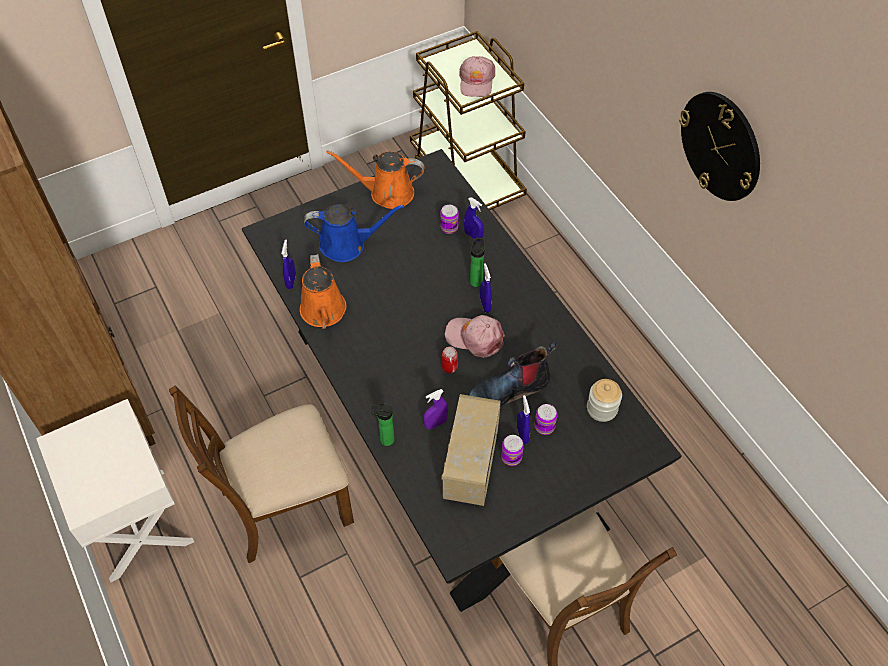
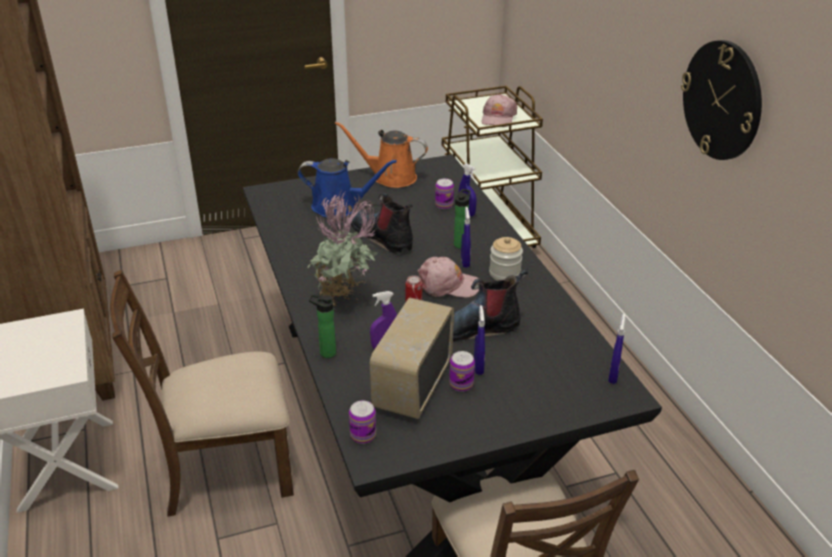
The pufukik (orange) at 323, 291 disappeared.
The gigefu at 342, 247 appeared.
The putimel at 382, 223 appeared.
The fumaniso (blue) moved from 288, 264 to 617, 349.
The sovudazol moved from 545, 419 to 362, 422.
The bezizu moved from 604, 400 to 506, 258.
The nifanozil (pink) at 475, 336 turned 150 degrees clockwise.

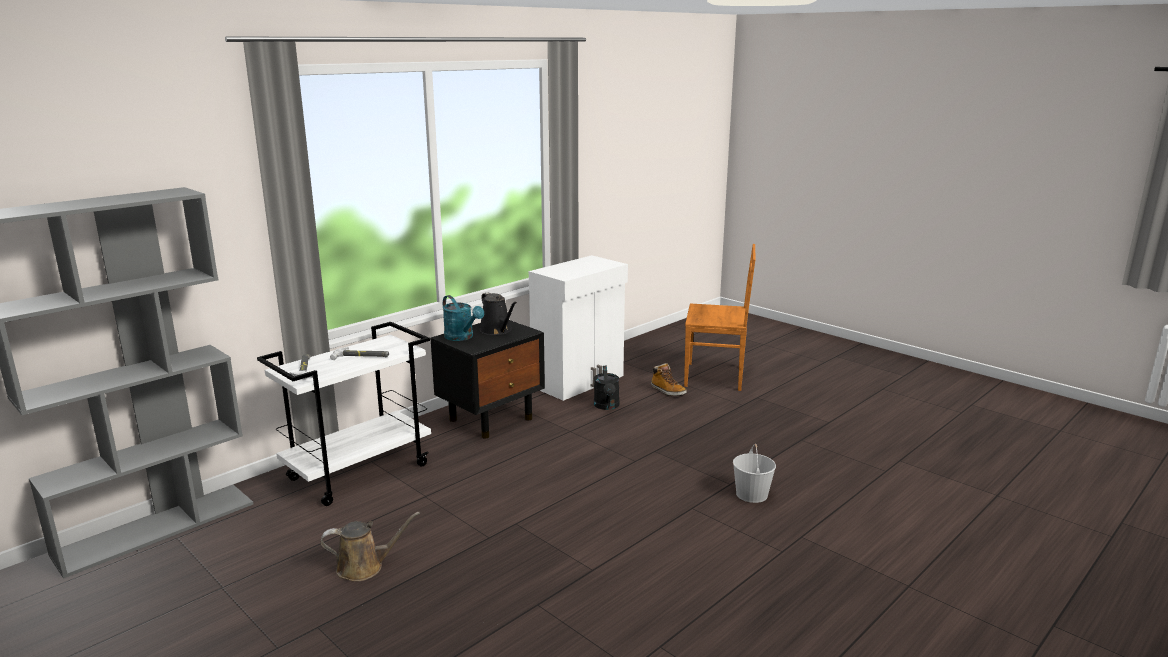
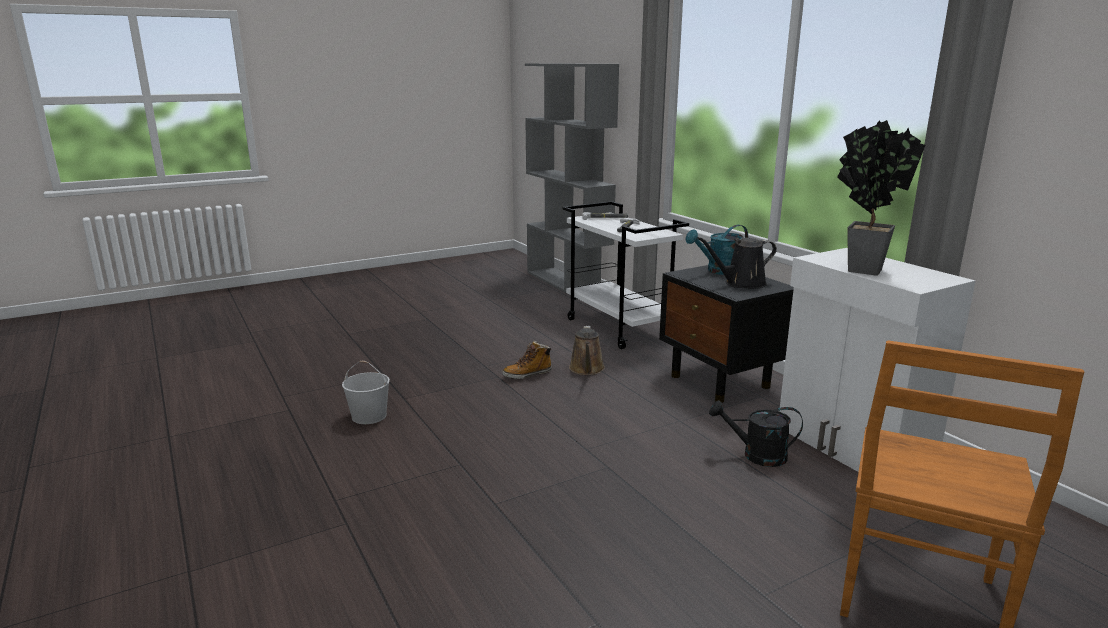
The gigefu at 881, 198 appeared.
The pufukik (brown) moved from 370, 546 to 587, 350.
The putimel moved from 669, 379 to 527, 360.
The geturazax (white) moved from 754, 473 to 366, 392.

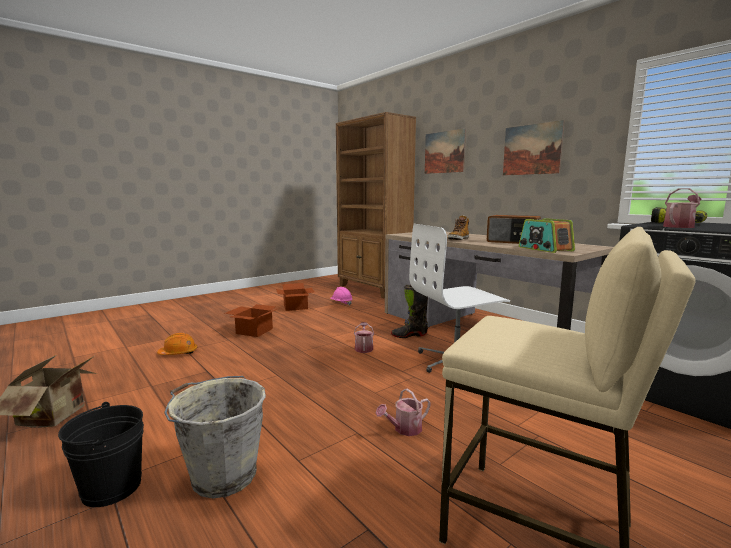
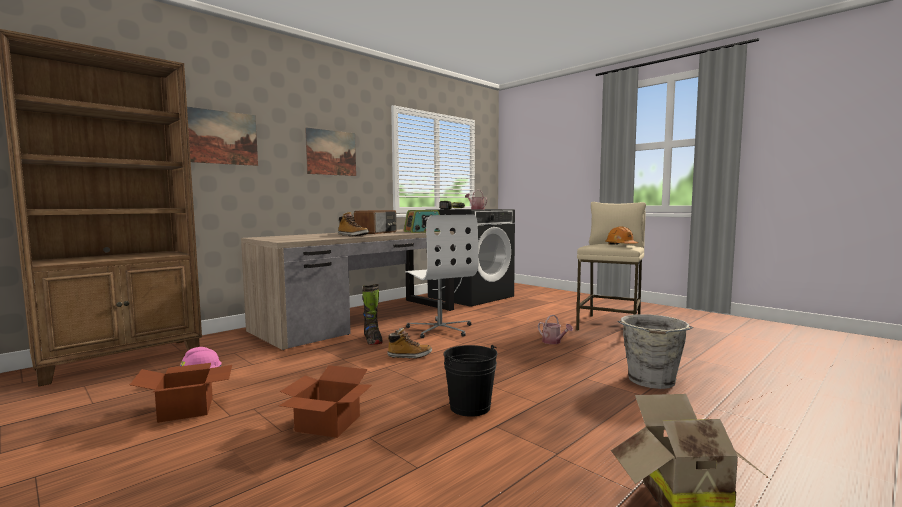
The geturazax (black) moved from 101, 454 to 470, 381.
The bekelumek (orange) moved from 177, 344 to 621, 235.
The pufukik at 364, 337 was replaced by the putimel at 409, 343.

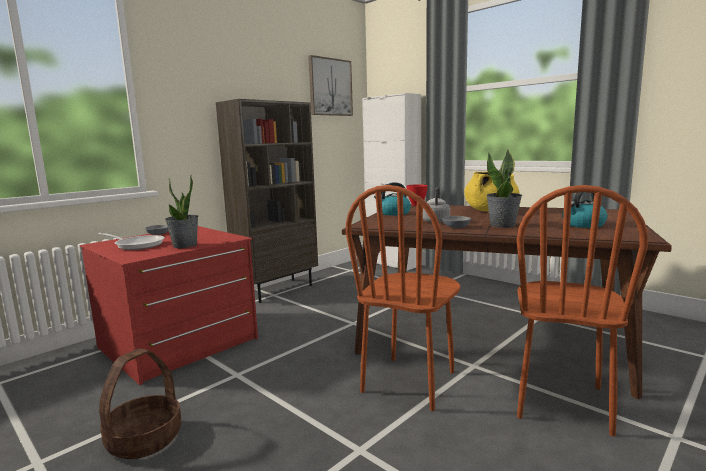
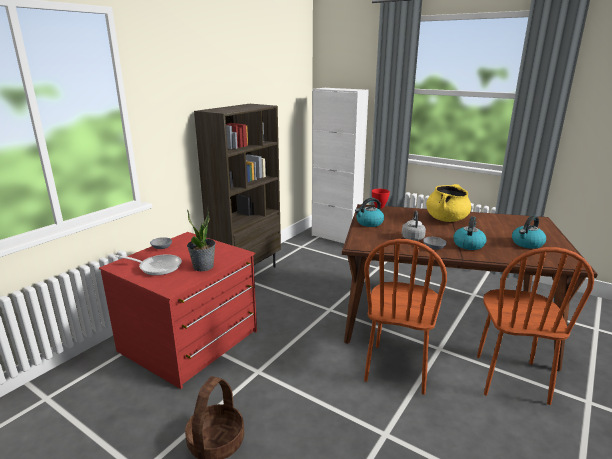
The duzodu at 330, 85 disappeared.
The gigefu at 504, 189 was replaced by the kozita at 469, 233.

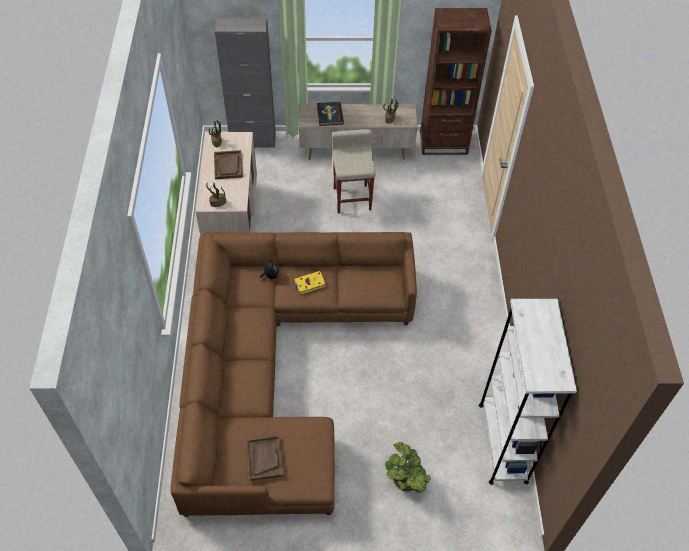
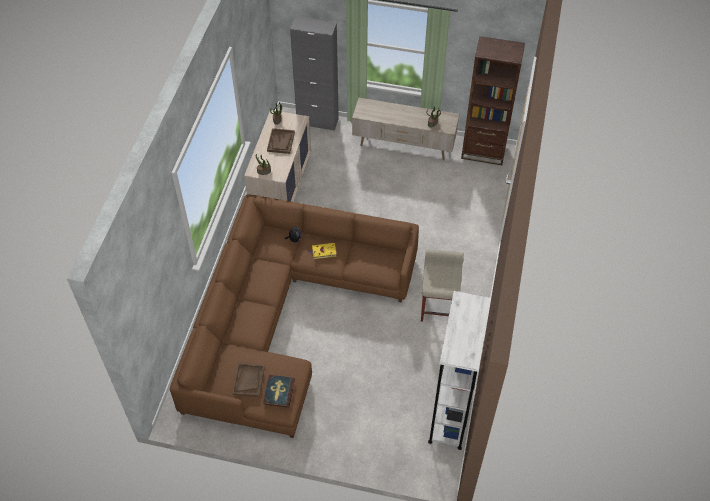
The gigefu at 408, 467 disappeared.
The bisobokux moved from 330, 114 to 279, 391.
The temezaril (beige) moved from 354, 171 to 442, 285.

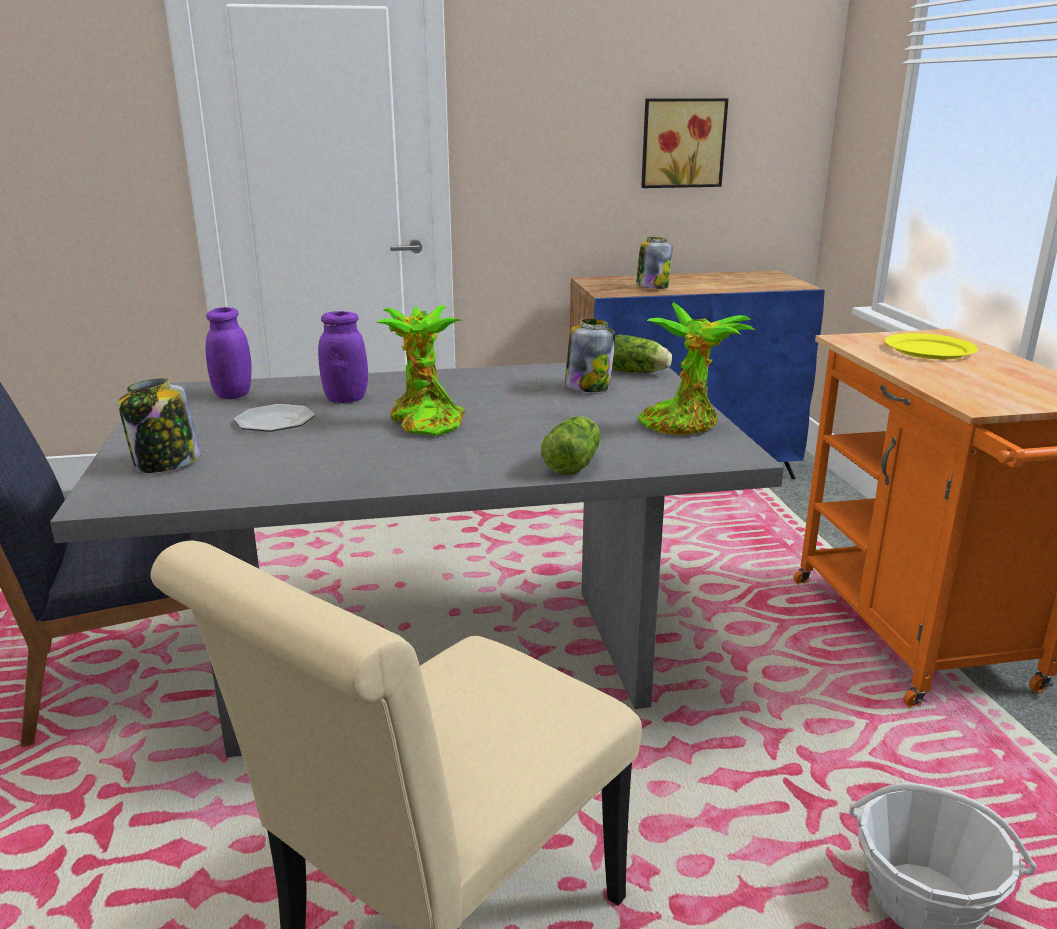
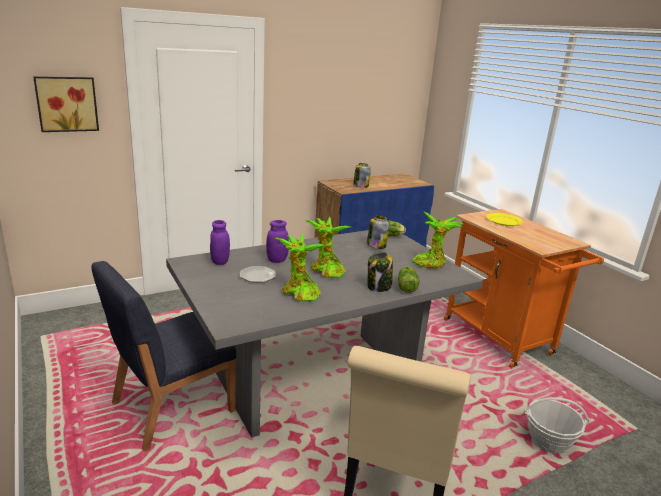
The gigefu at 301, 267 appeared.
The bezizu moved from 159, 425 to 380, 271.
The duzodu moved from 684, 143 to 66, 104.

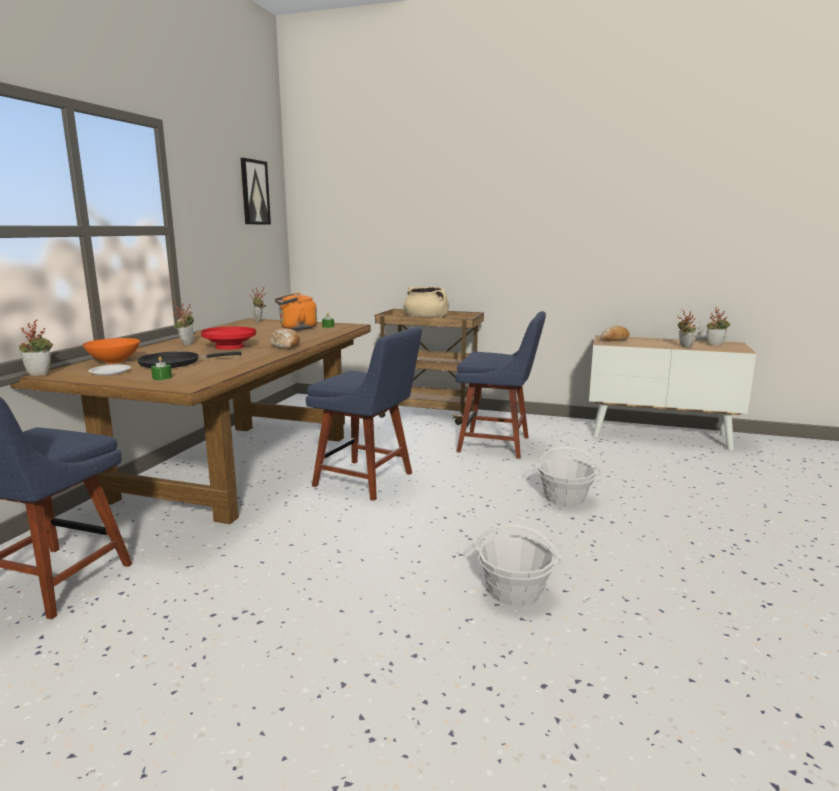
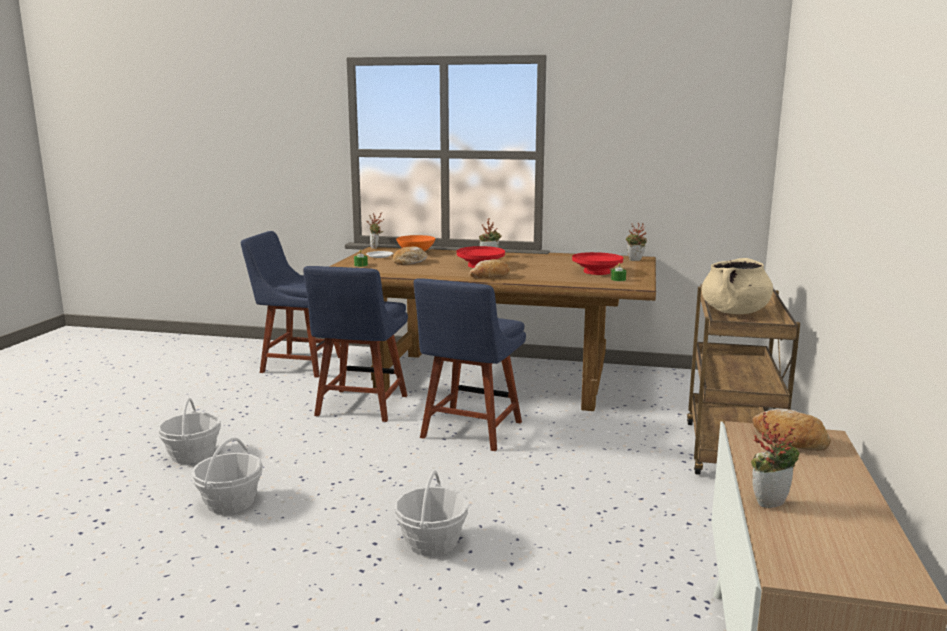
The duzodu at 255, 191 disappeared.
The gigefu at 718, 326 disappeared.
The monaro at 189, 431 appeared.
The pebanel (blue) moved from 500, 385 to 355, 344.
The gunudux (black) at 189, 359 was replaced by the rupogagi at 410, 256.
The kozita (orange) at 296, 311 was replaced by the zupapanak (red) at 597, 263.

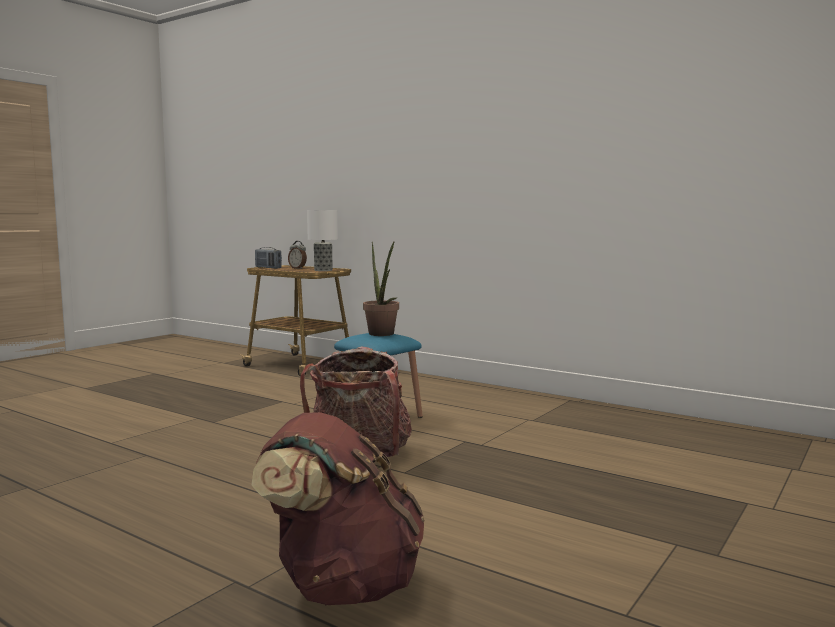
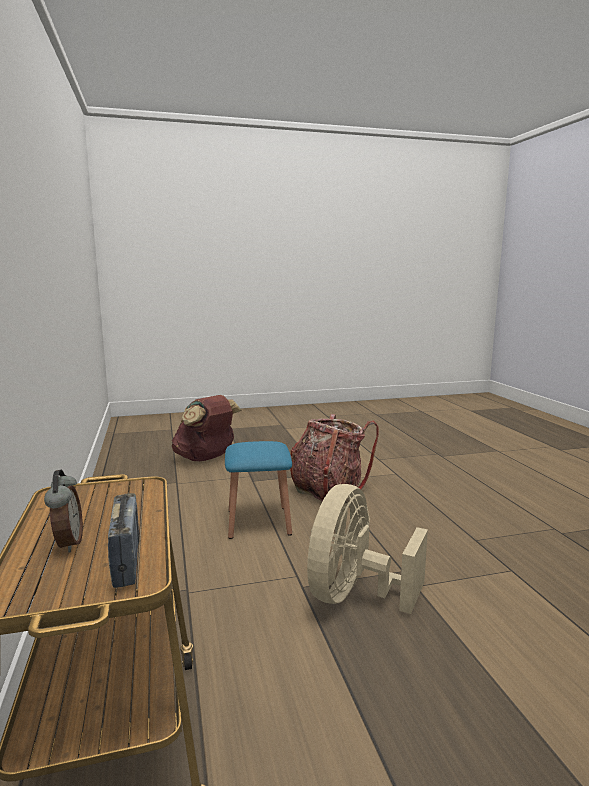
The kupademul at 322, 240 disappeared.
The gigefu at 381, 289 disappeared.
The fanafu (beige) at 367, 549 appeared.
The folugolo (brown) moved from 338, 508 to 206, 428.

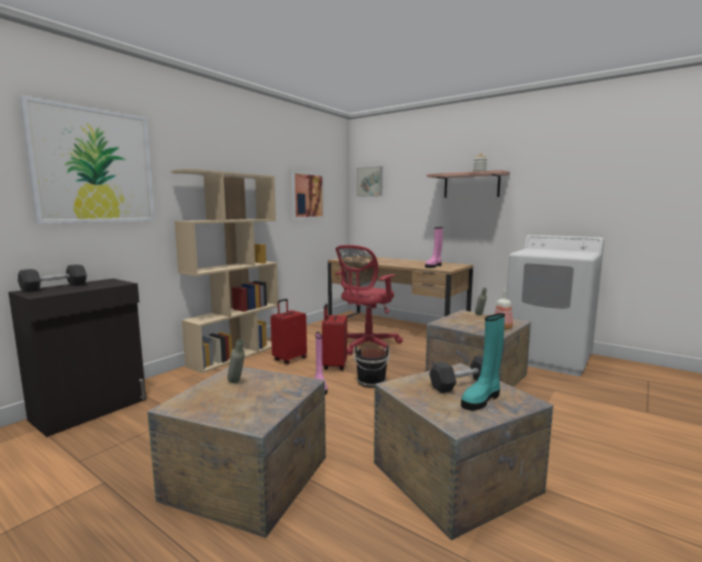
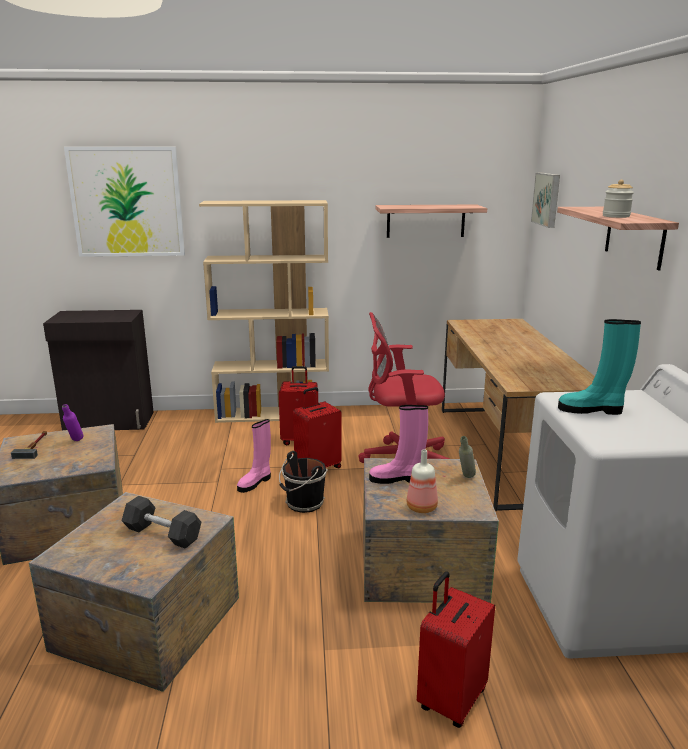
The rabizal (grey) at 52, 278 disappeared.
The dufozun at 29, 445 appeared.
The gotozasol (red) at 456, 649 appeared.
The putimel (pink) moved from 434, 247 to 398, 444.
The putimel (turquoise) moved from 483, 362 to 599, 367.
The duzodu at 308, 195 was replaced by the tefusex at 431, 221.
The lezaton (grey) at 236, 361 became the lezaton (purple) at 72, 422.

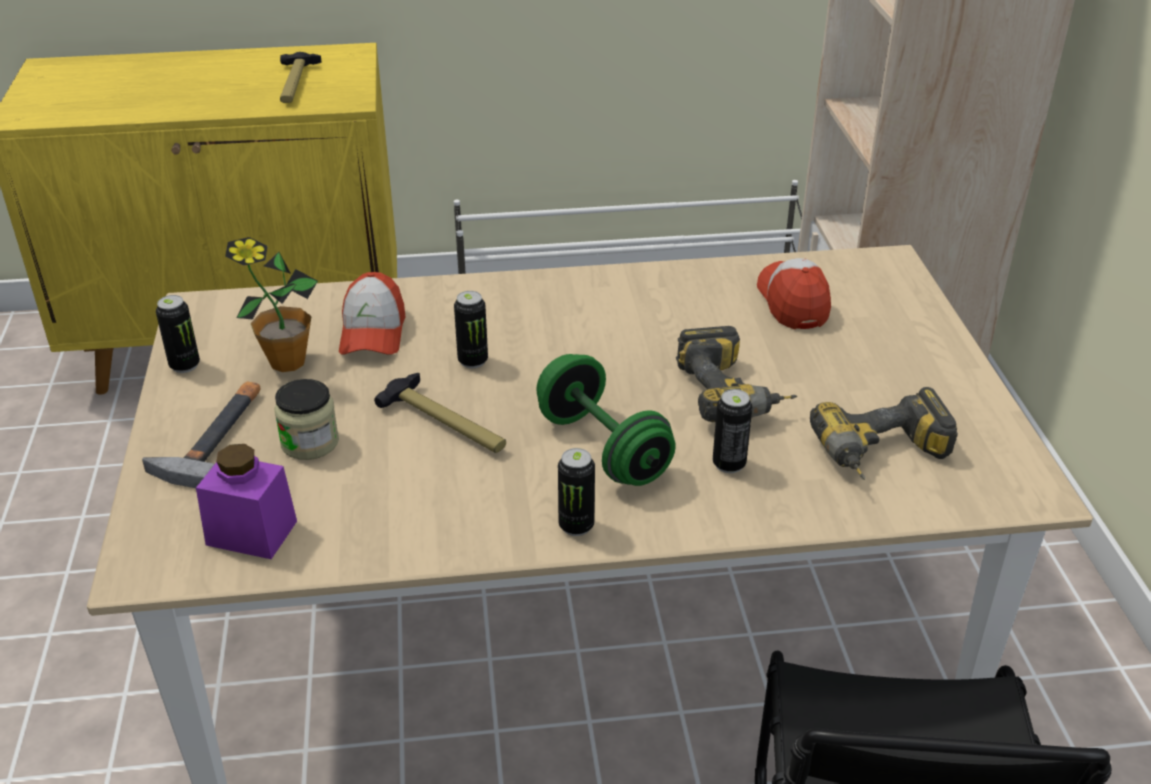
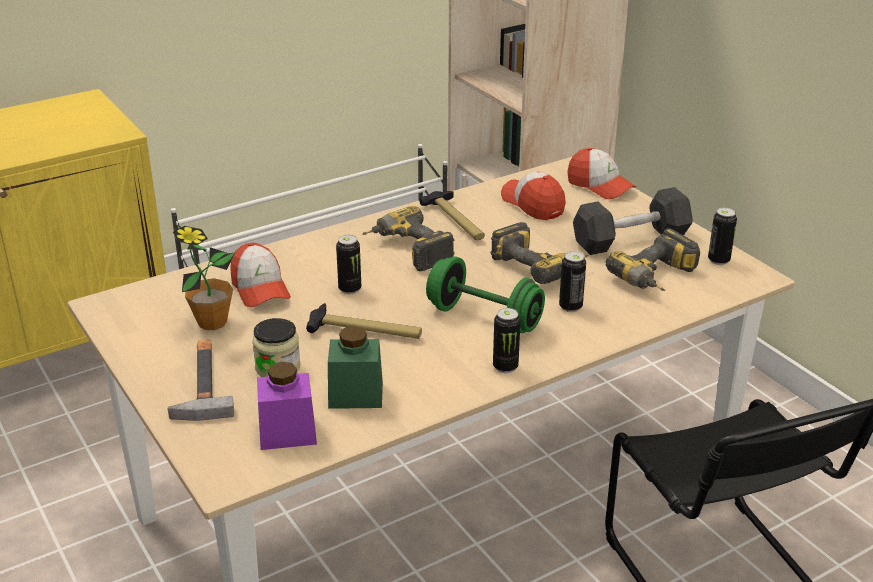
The bezizu (green) at 355, 367 appeared.
The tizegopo at 408, 238 appeared.
The nifanozil at 601, 173 appeared.
The rabizal (grey) at 633, 221 appeared.
The sovudazol moved from 178, 334 to 722, 236.
The dufozun moved from 301, 77 to 452, 215.

